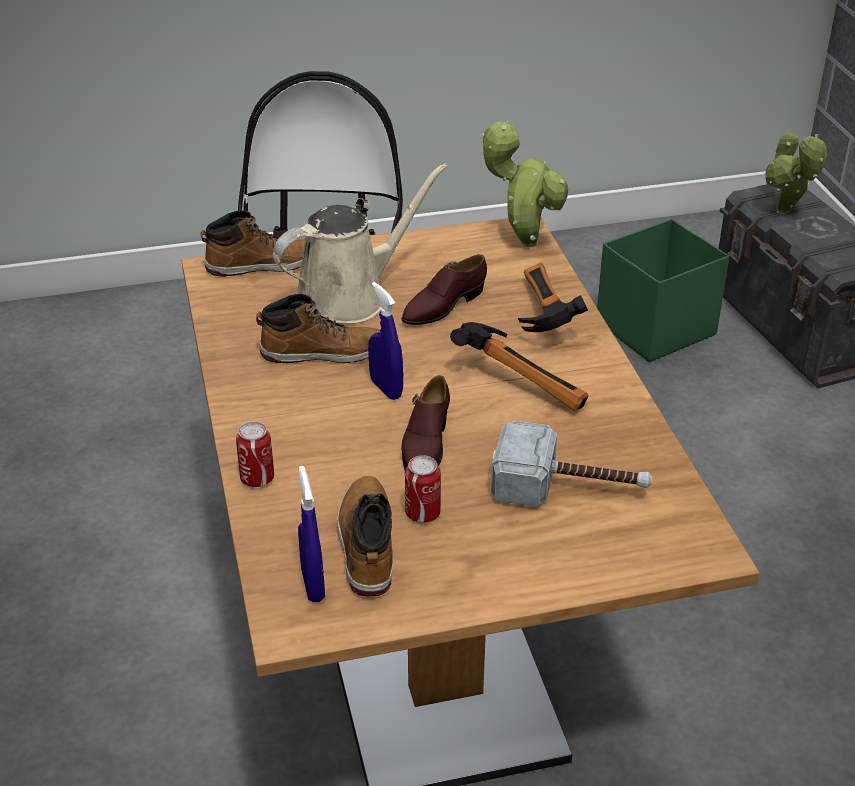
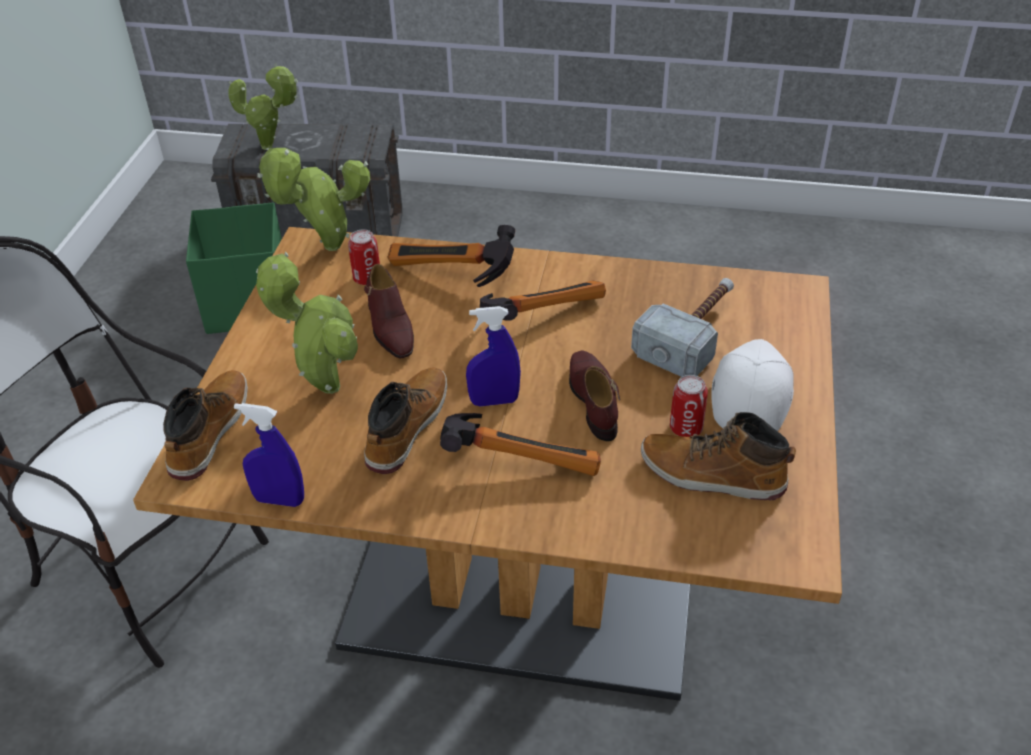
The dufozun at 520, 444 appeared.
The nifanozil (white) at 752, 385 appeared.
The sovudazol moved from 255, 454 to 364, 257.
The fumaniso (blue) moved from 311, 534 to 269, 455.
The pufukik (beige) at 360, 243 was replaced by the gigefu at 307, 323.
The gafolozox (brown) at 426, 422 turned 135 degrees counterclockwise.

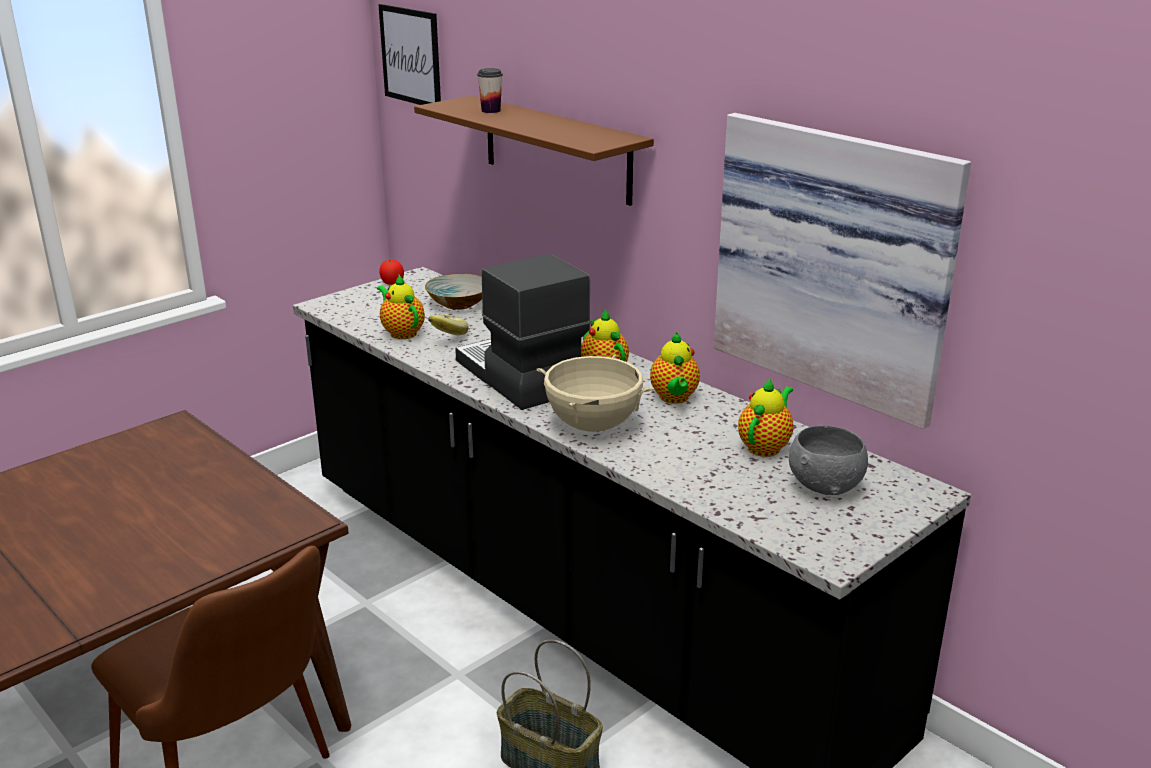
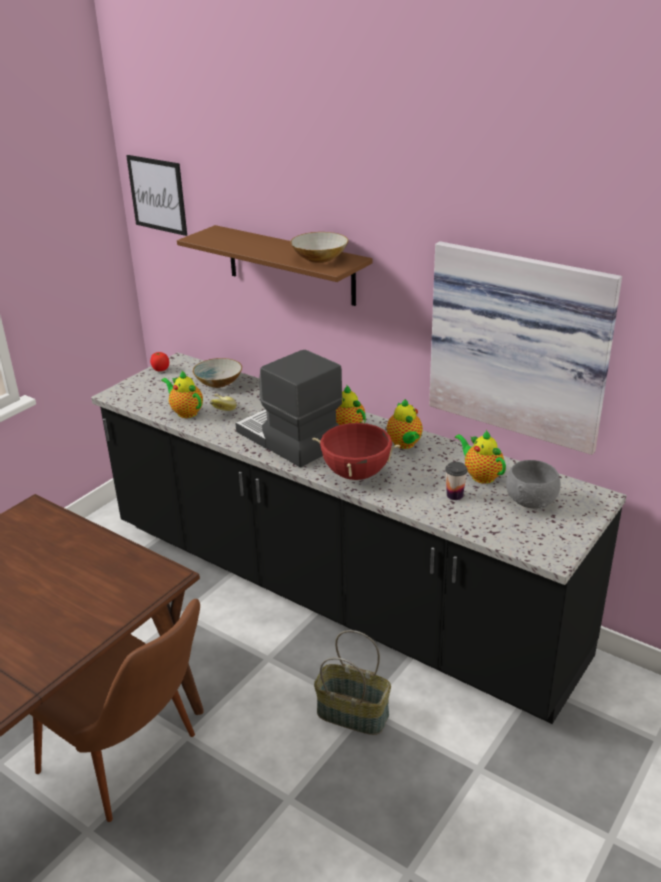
The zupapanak at 319, 247 appeared.
The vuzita moved from 490, 90 to 456, 481.
The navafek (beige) at 595, 393 became the navafek (red) at 356, 450.
The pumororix at 765, 417 turned 60 degrees counterclockwise.

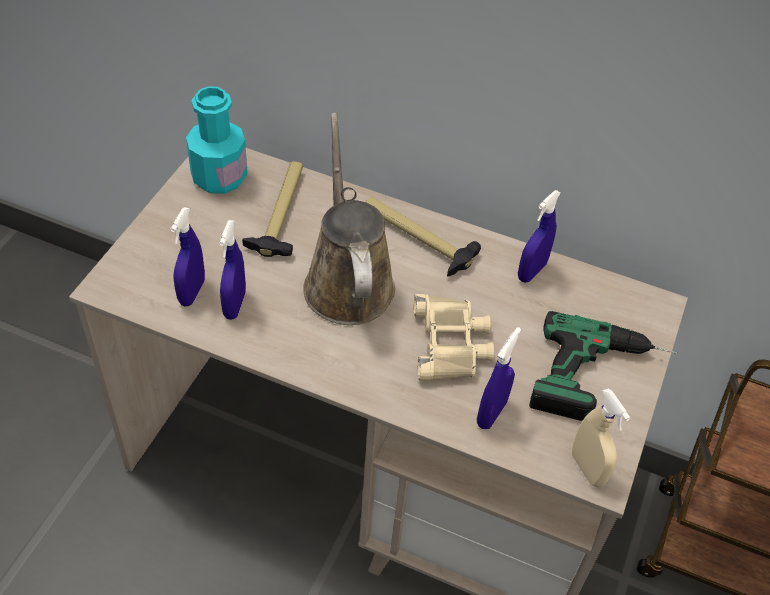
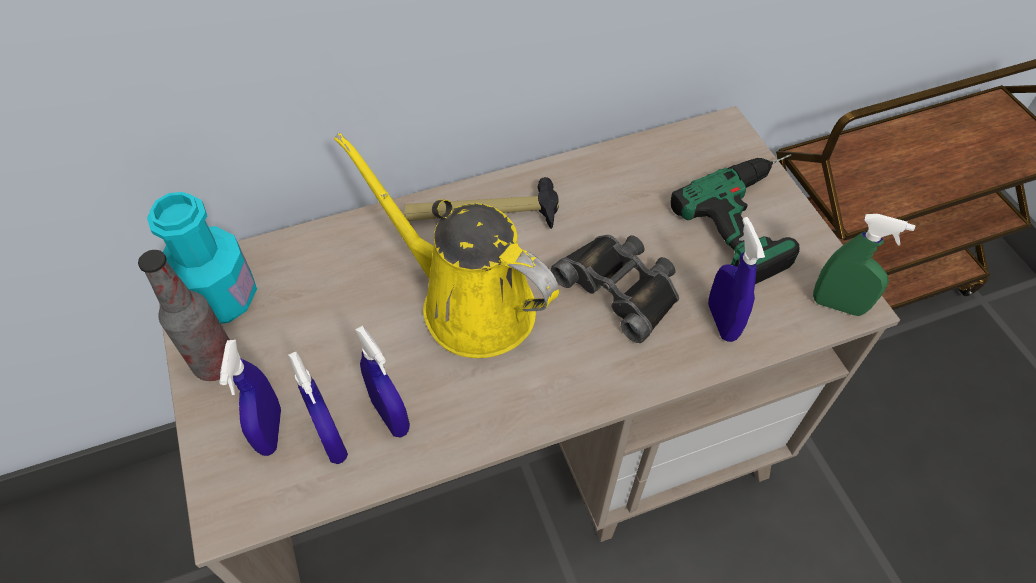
The dufozun at 272, 209 disappeared.
The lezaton at 184, 315 appeared.
The fumaniso (blue) moved from 539, 236 to 250, 398.
The pufukik (brown) at 349, 219 became the pufukik (yellow) at 446, 245.
The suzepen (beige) at 454, 337 became the suzepen (black) at 615, 289.
The fumaniso (beige) at 601, 438 became the fumaniso (green) at 864, 265.

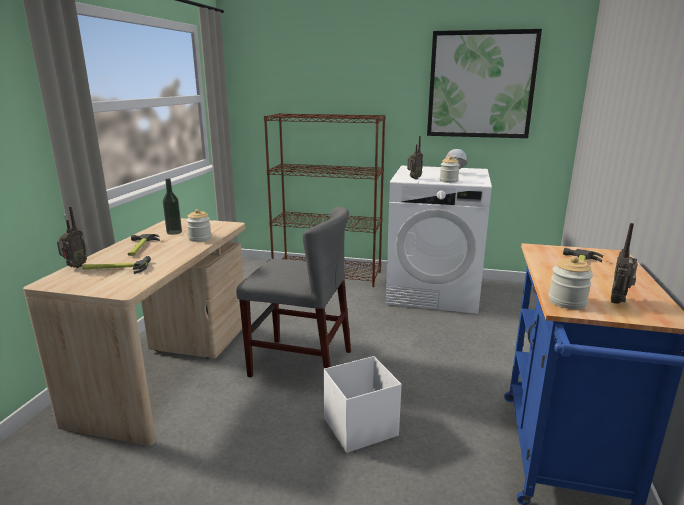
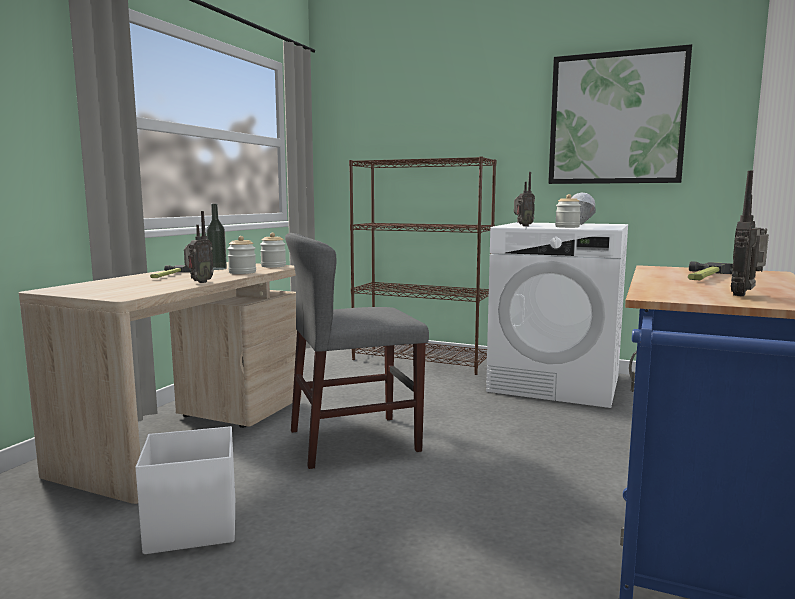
The dufozun at 116, 265 disappeared.
The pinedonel moved from 72, 237 to 199, 247.
The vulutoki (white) moved from 362, 404 to 185, 490.
The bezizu moved from 571, 282 to 273, 250.
The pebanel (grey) at 293, 292 turned 135 degrees clockwise.

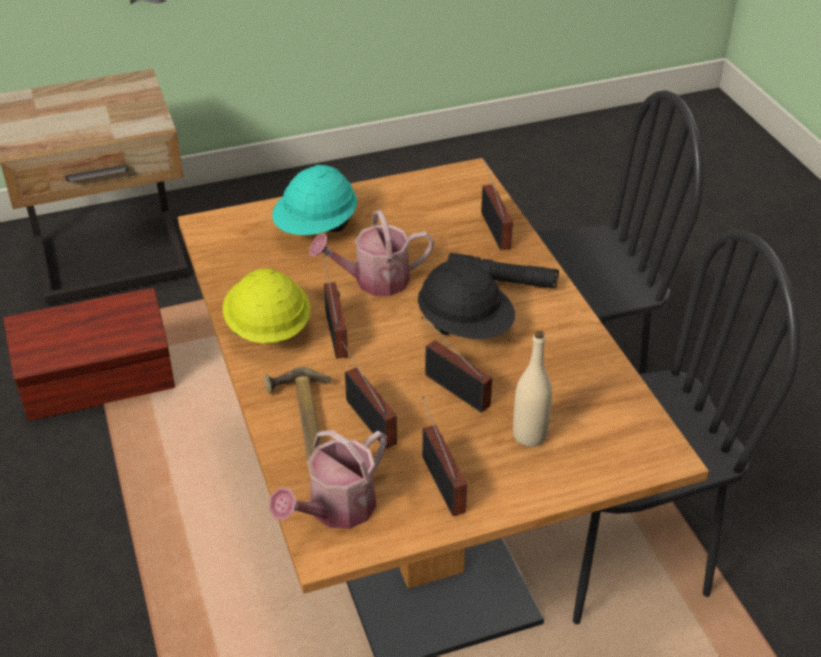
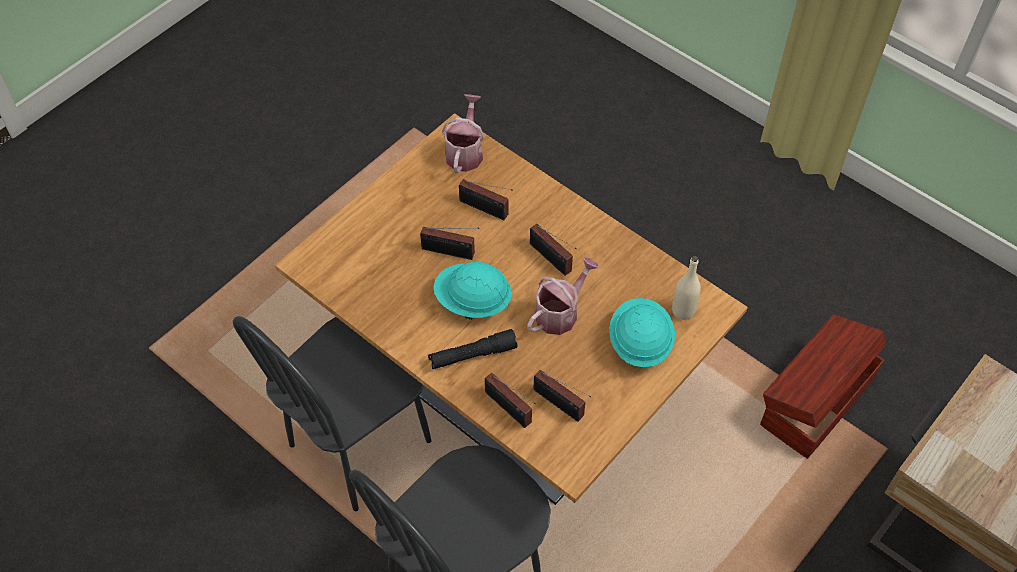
The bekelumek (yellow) at 267, 306 disappeared.
The dufozun at 298, 414 disappeared.
The pinedonel moved from 444, 456 to 562, 396.
The lezaton (beige) moved from 532, 389 to 686, 288.
The bekelumek (black) at 466, 299 became the bekelumek (turquoise) at 472, 291.

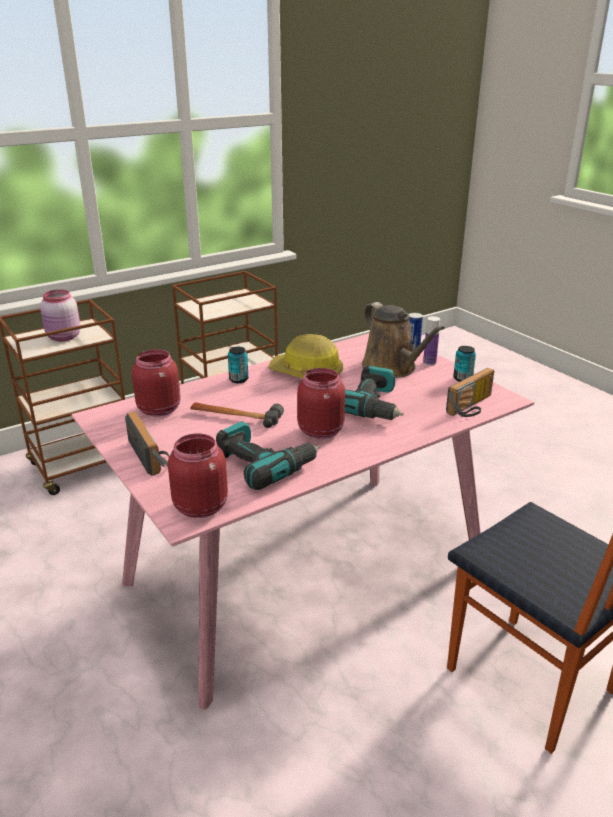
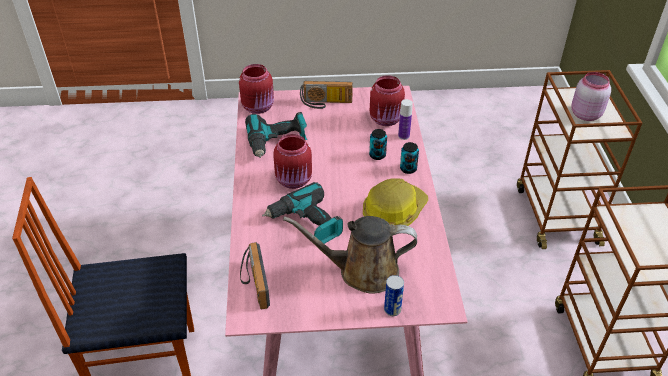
The dufozun at 237, 415 disappeared.
The lezaton moved from 431, 340 to 405, 119.
The sovudazol moved from 464, 364 to 378, 144.

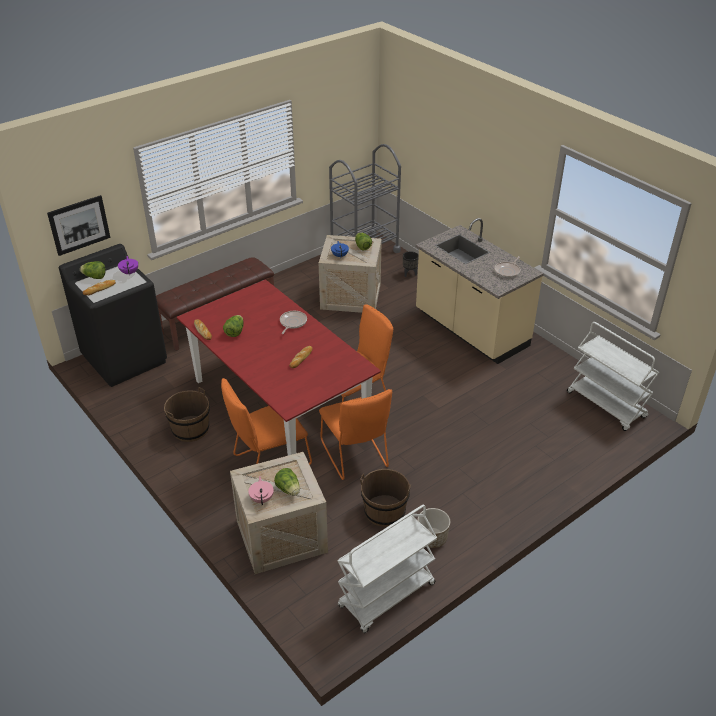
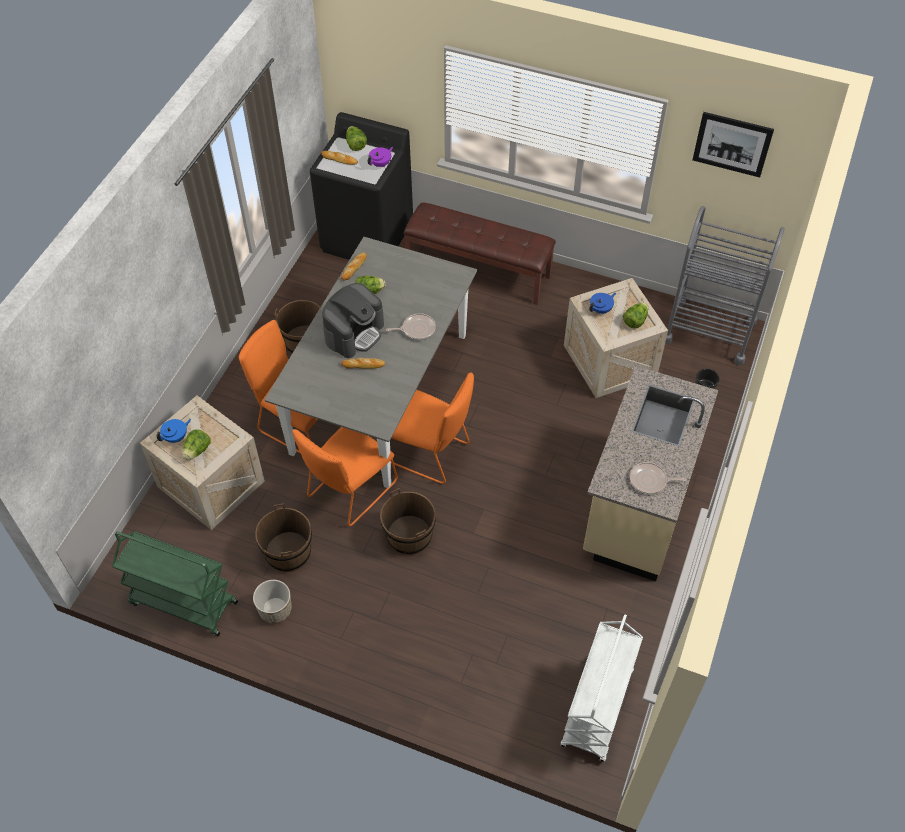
The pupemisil at 353, 320 appeared.
The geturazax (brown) at 408, 521 appeared.
The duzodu moved from 78, 225 to 733, 145.
The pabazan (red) at 279, 367 became the pabazan (grey) at 370, 362.
The pumororix (pink) at 261, 490 became the pumororix (blue) at 173, 431.
The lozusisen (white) at 387, 569 became the lozusisen (green) at 175, 584.

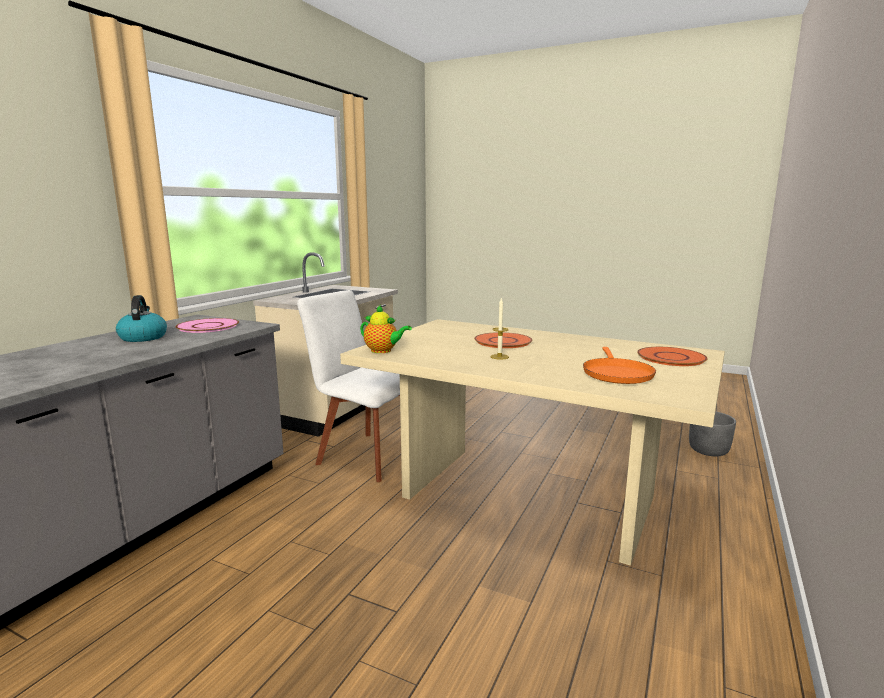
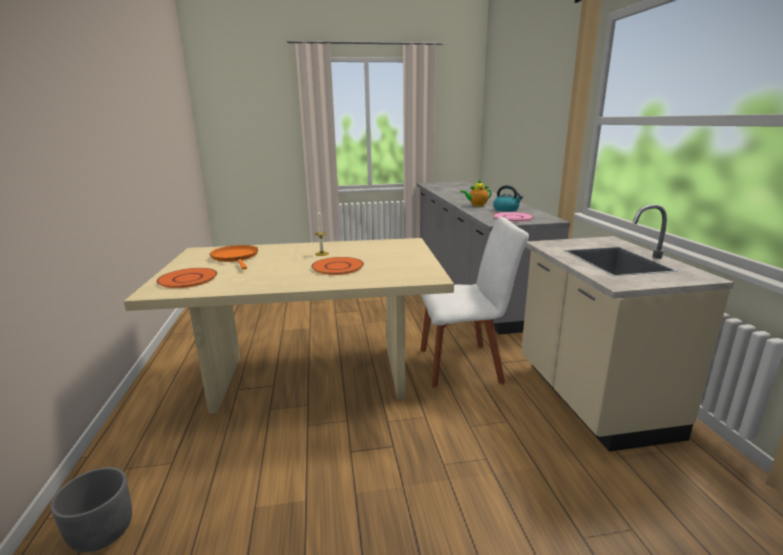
The pumororix moved from 386, 329 to 476, 193.

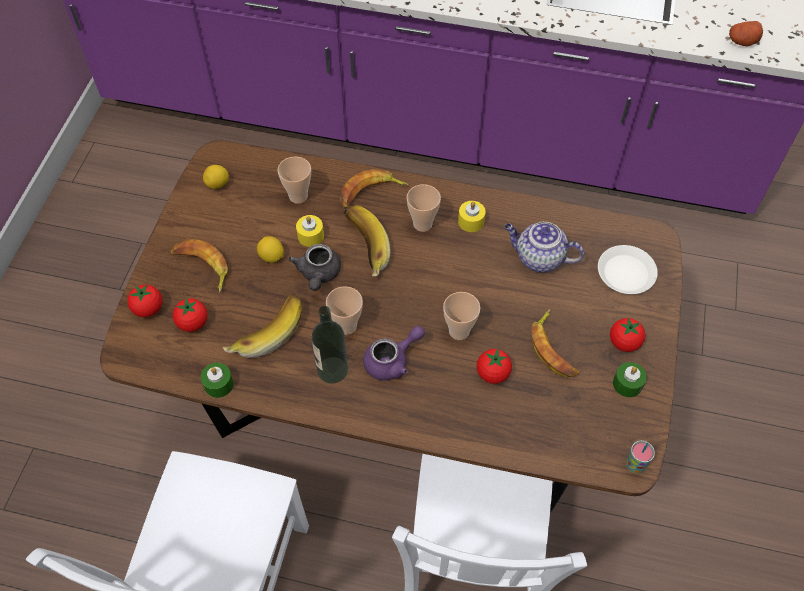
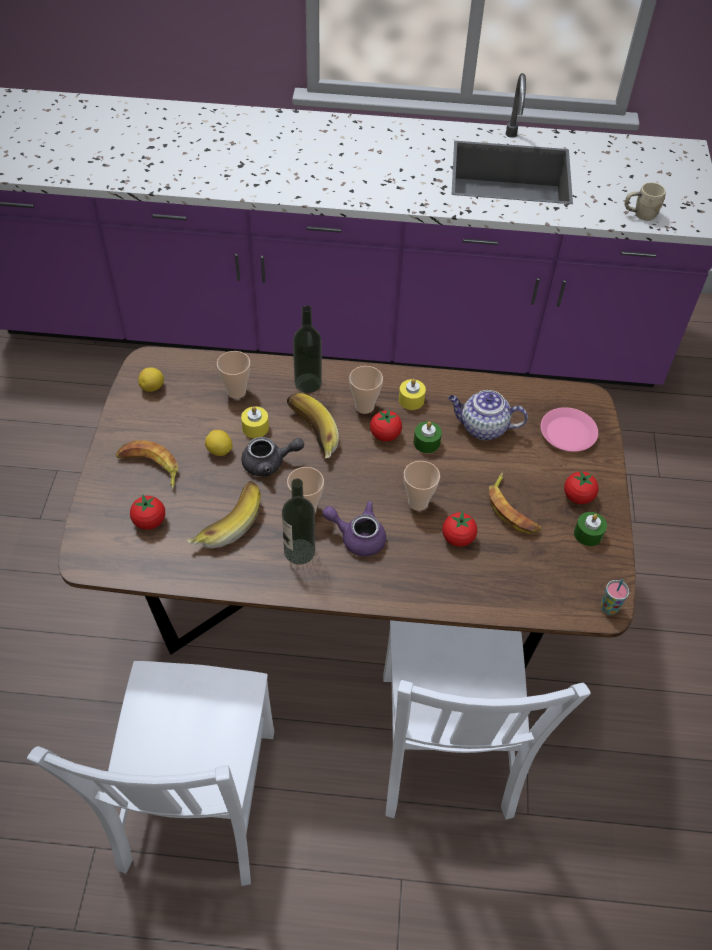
The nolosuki moved from 145, 300 to 386, 425.
The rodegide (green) moved from 217, 380 to 427, 437.
The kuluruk at 373, 189 was replaced by the lezaton at 307, 349.
The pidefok at 746, 33 was replaced by the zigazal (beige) at 645, 201.
The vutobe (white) at 628, 269 became the vutobe (pink) at 569, 429.
The pumororix (grey) at 314, 267 turned 90 degrees counterclockwise.
The pumororix (purple) at 394, 353 turned 120 degrees counterclockwise.

